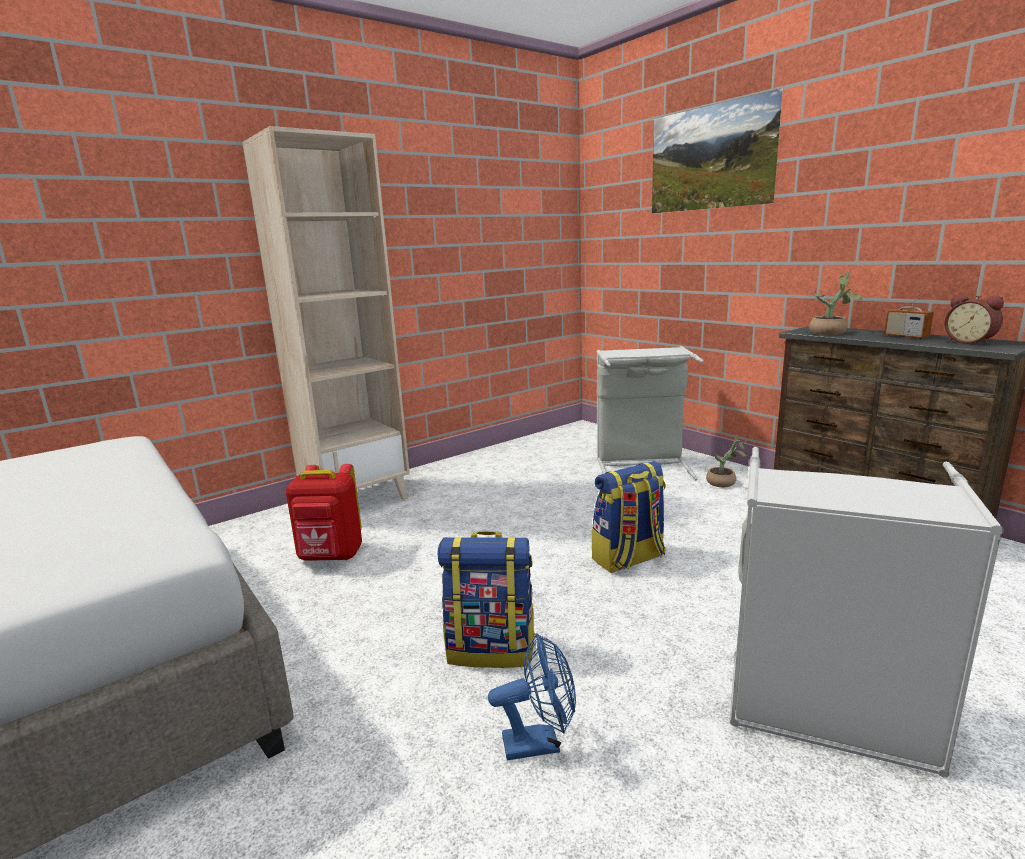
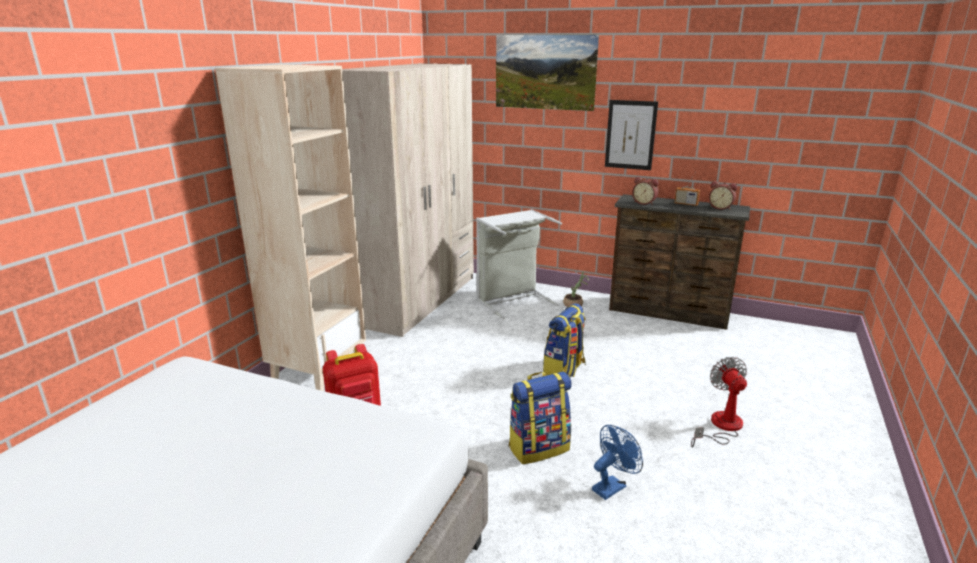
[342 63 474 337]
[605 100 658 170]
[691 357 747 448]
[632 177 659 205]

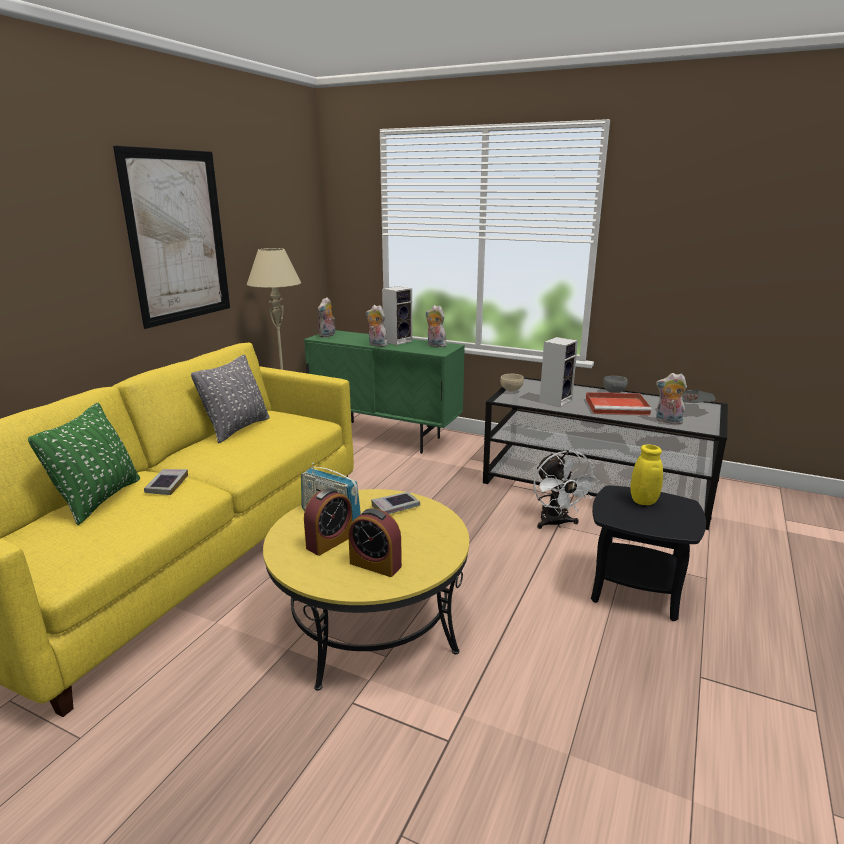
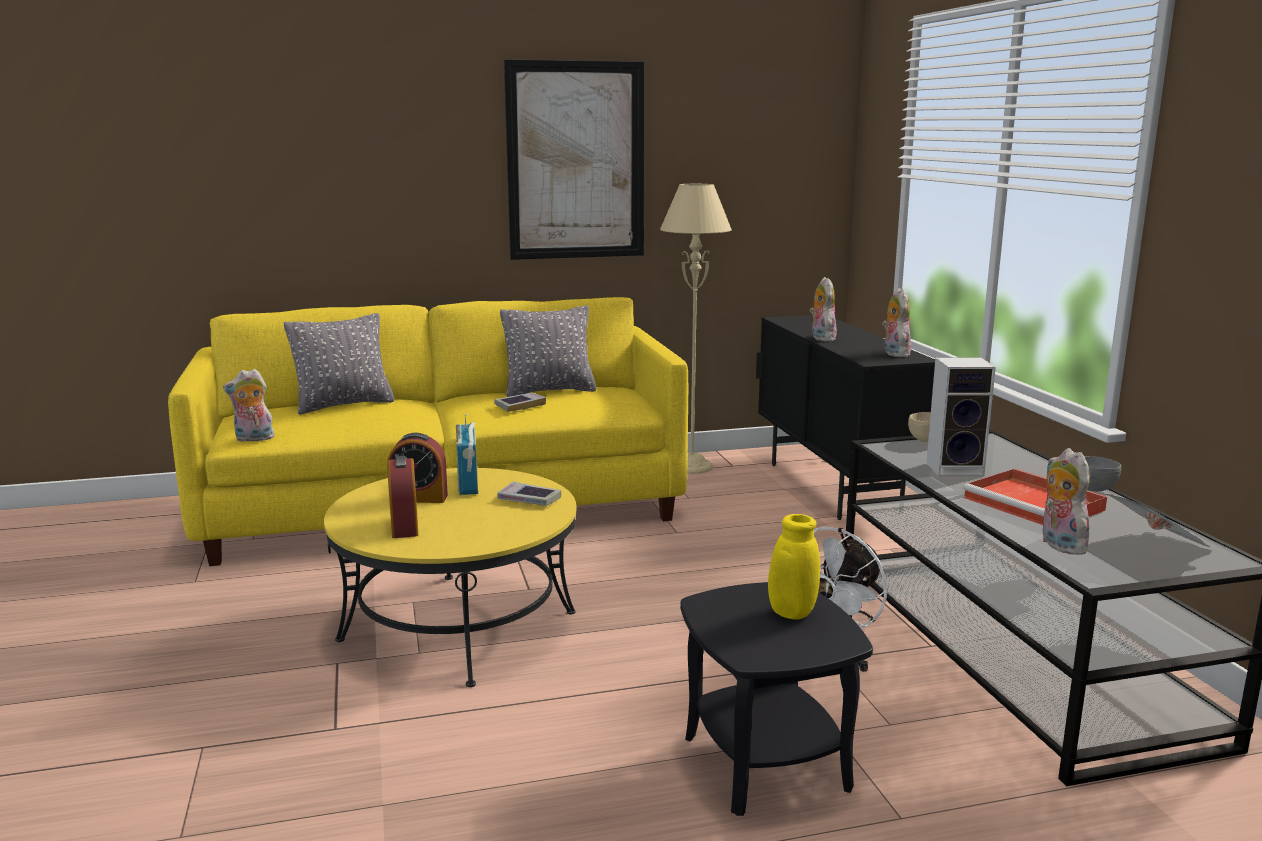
[382 286 412 345] (first image)
[494 392 546 412]
[223 369 276 442]
[284 313 395 415]
[756 315 935 520]

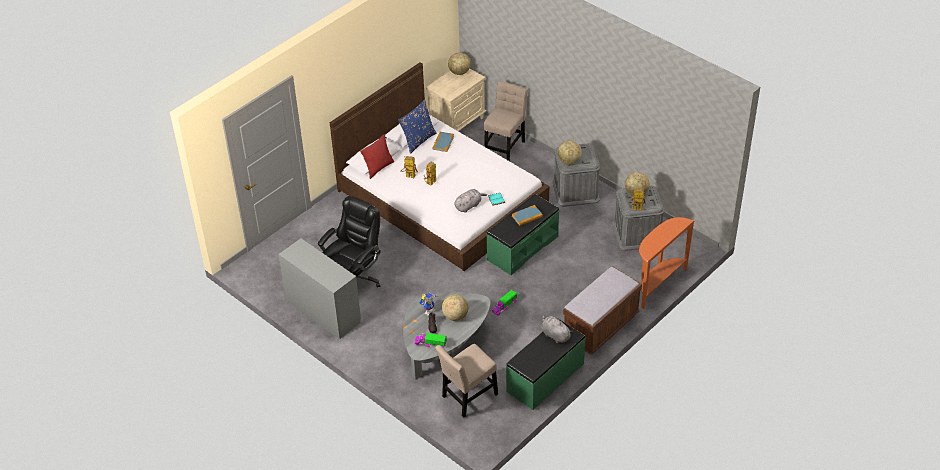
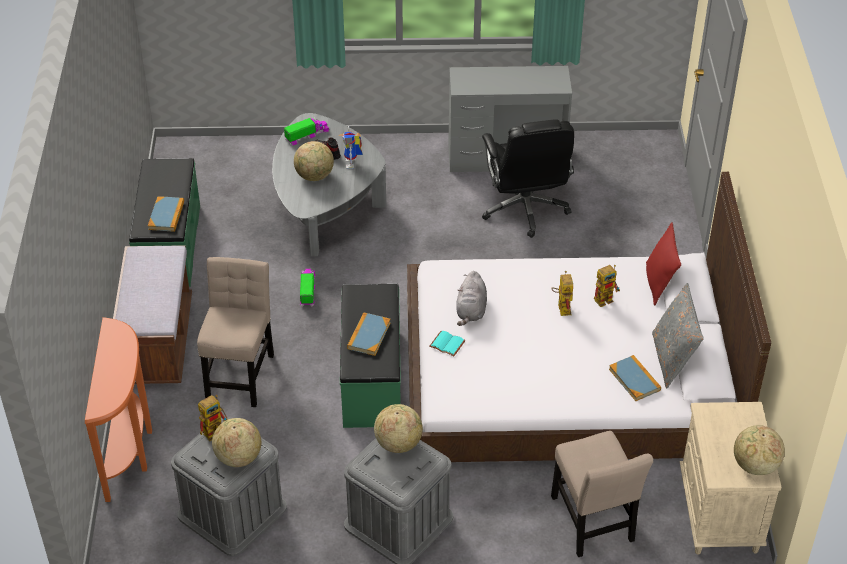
[197 257 274 407]
[148 196 184 232]
[652 283 704 389]

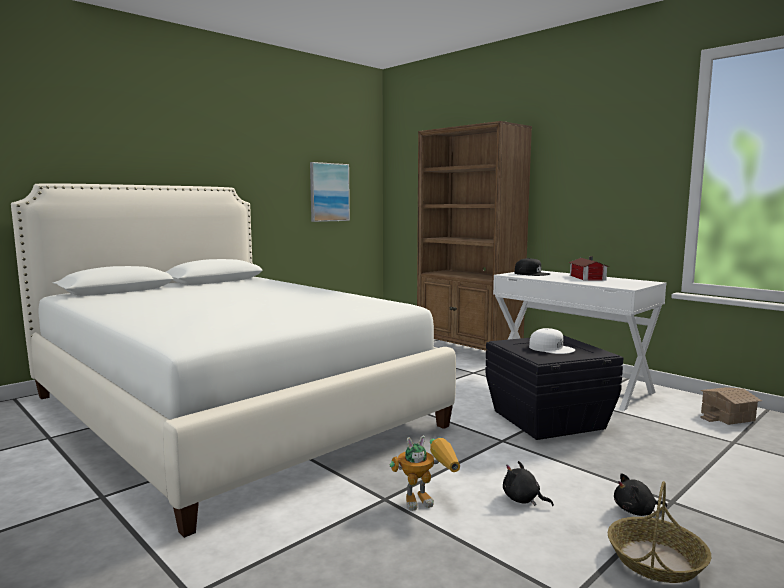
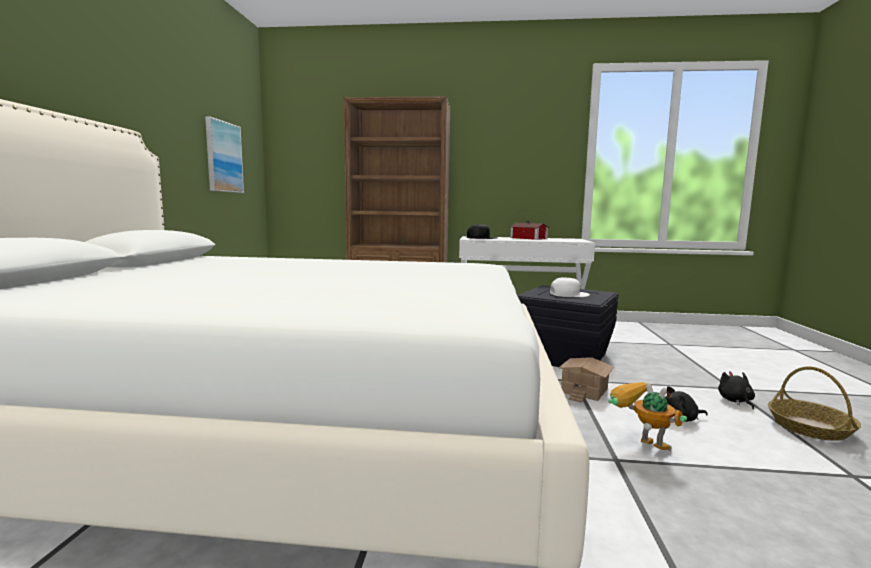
[559 357 615 403]
[608 382 687 451]
[718 371 755 409]

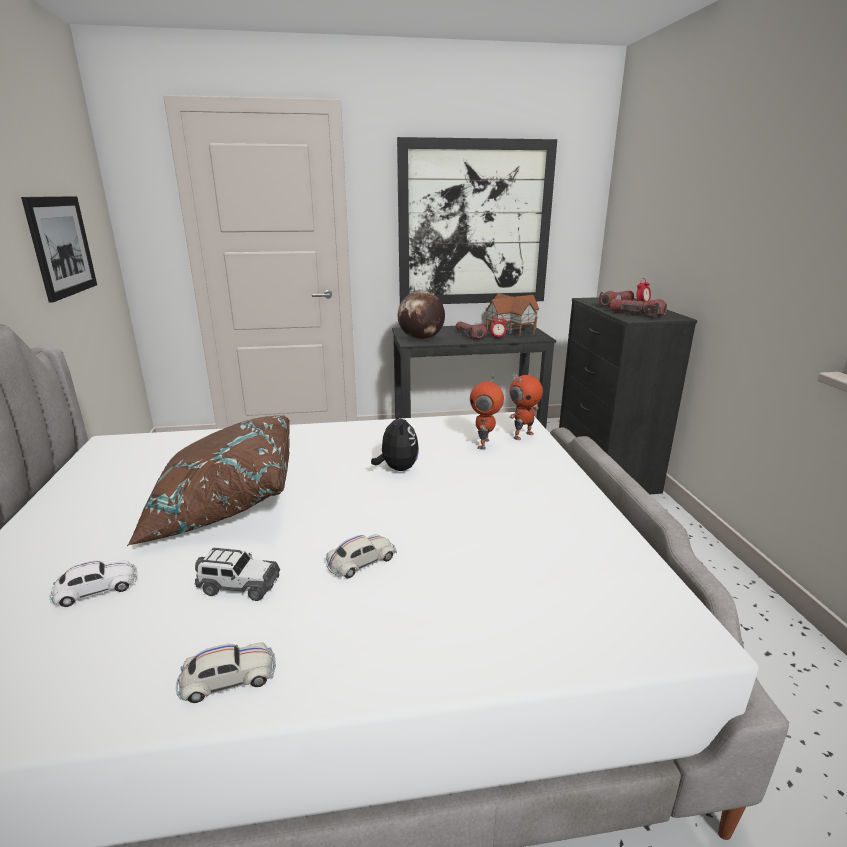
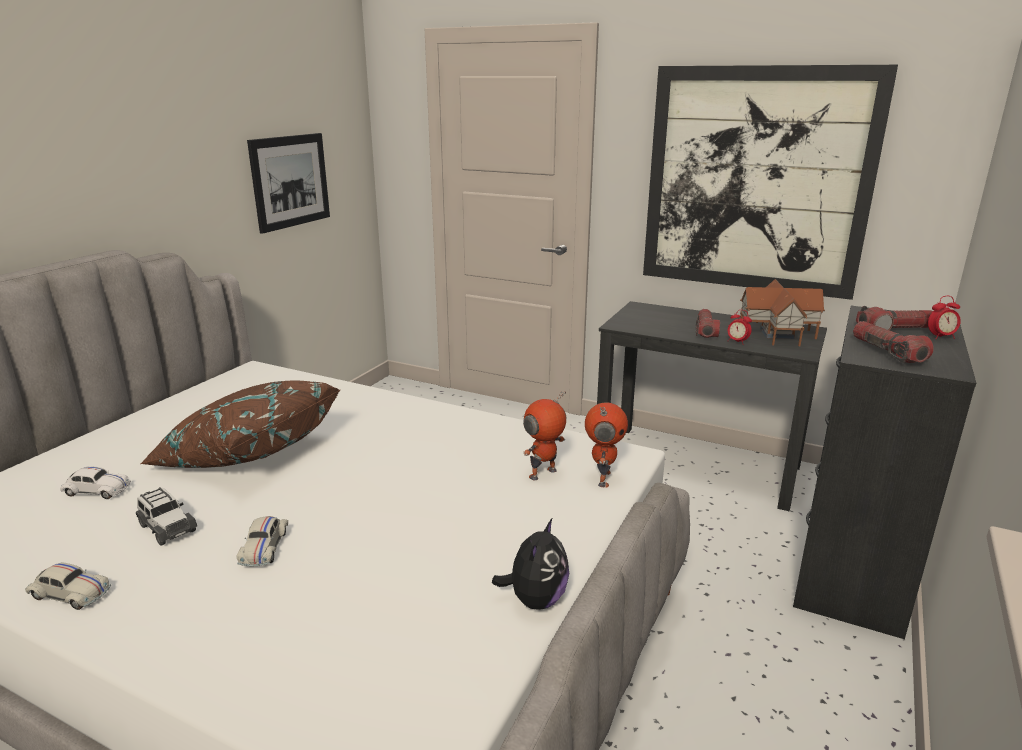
[398 291 445 340] (first image)
[492 519 569 610]
[236 516 289 567]
[585 403 628 488]

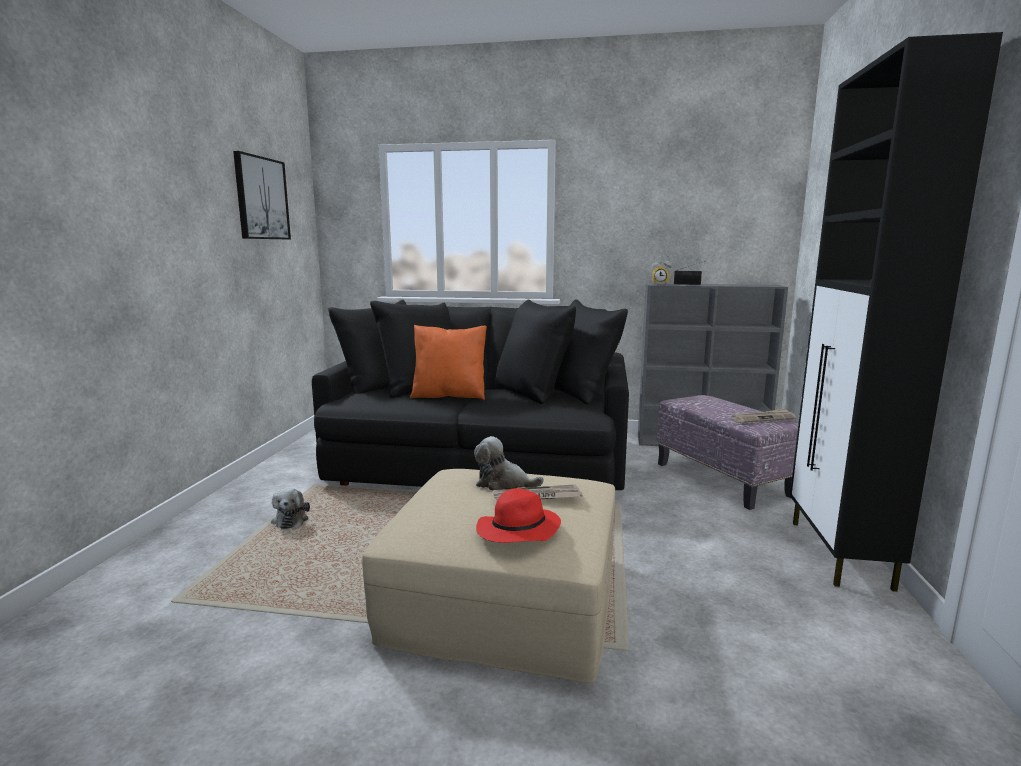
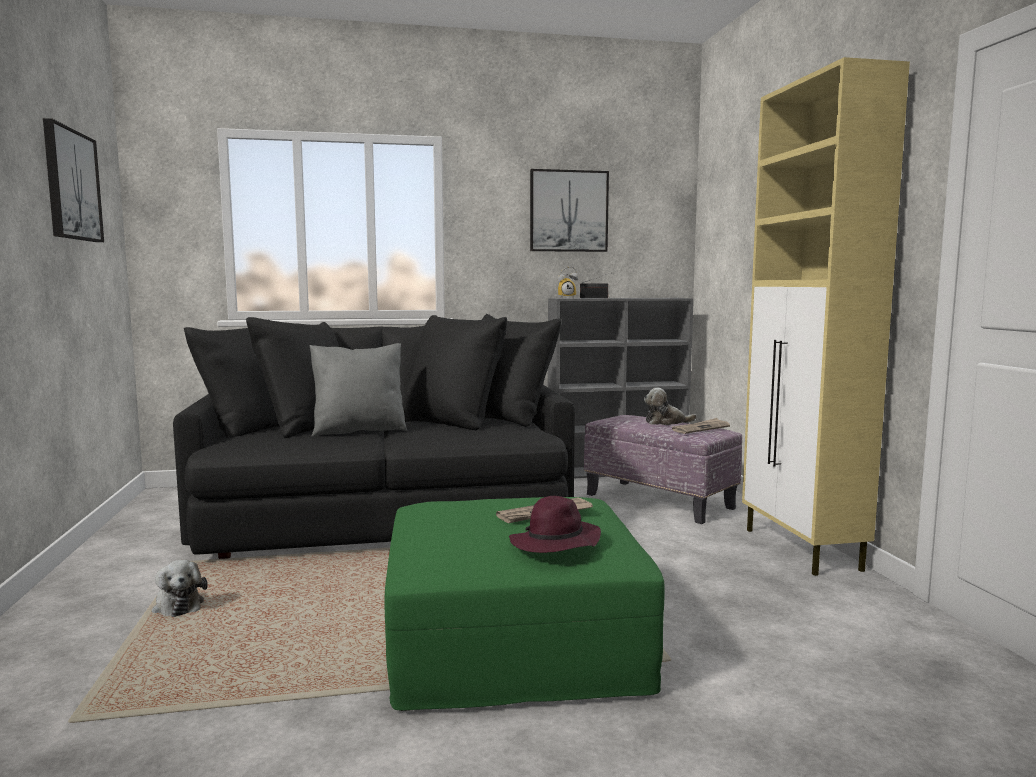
[530 169 609 252]
[644 388 697 425]
[385 497 665 711]
[310 343 407 437]
[509 496 601 553]
[742 57 910 576]

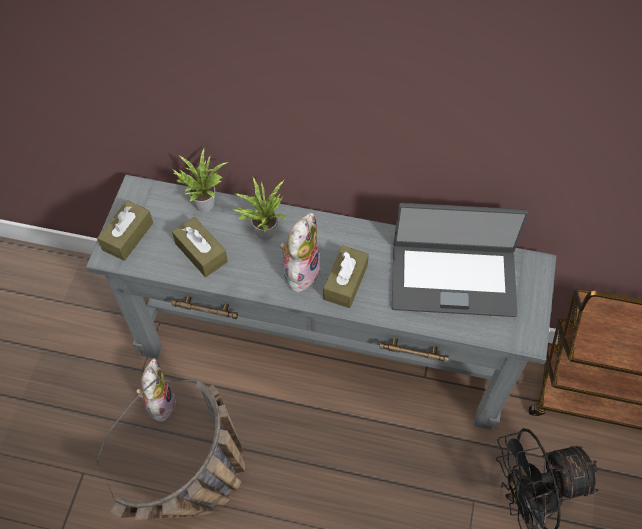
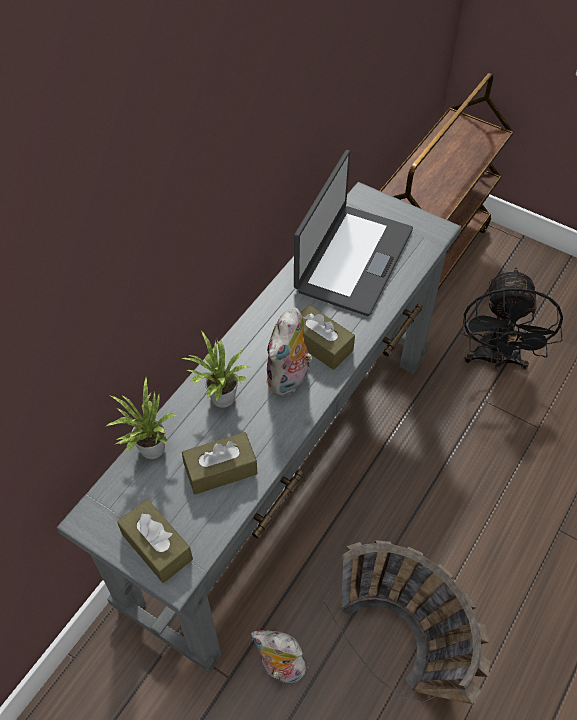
[266 308 312 396]

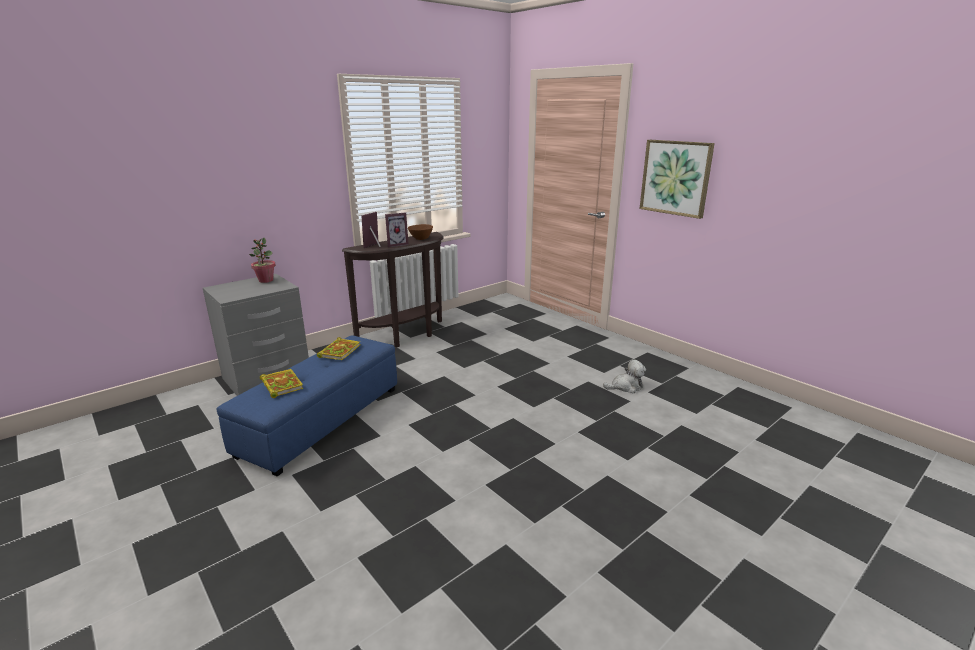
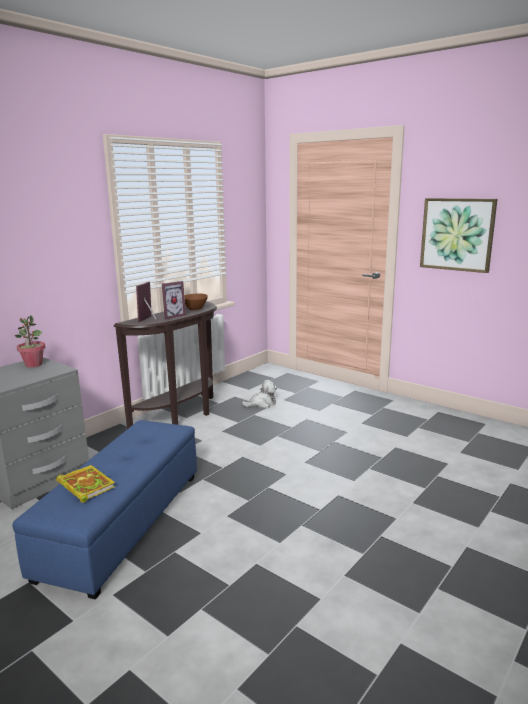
[317 337 361 360] (first image)
[242 380 277 408]

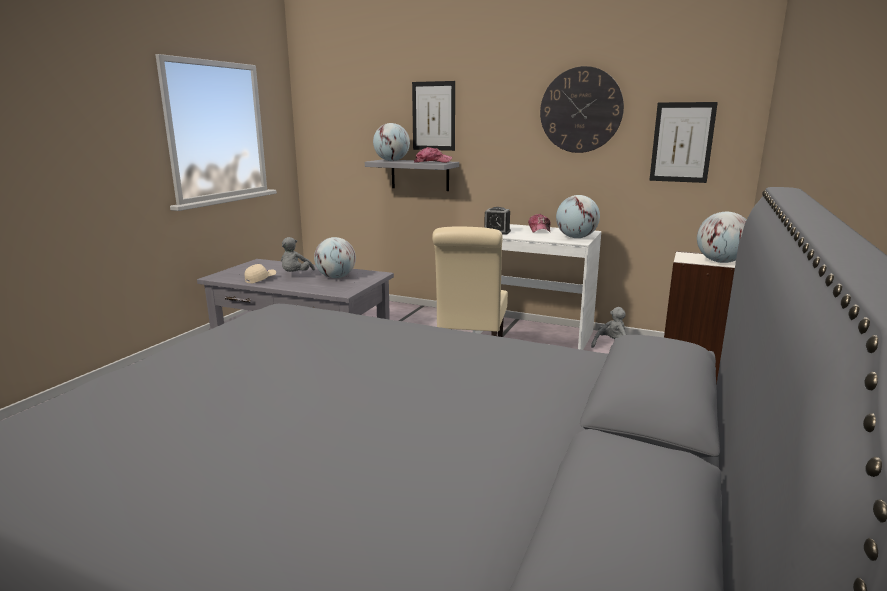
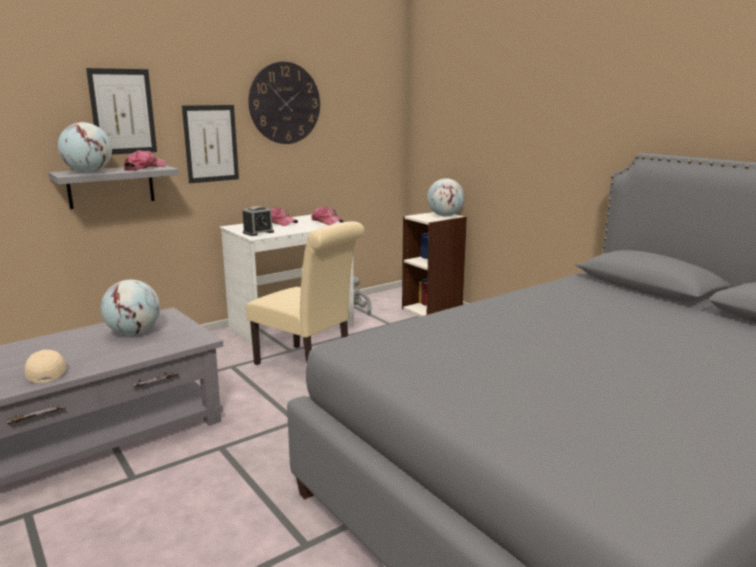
[281 237 315 272] (first image)
[182 105 239 183]
[311 206 344 225]

